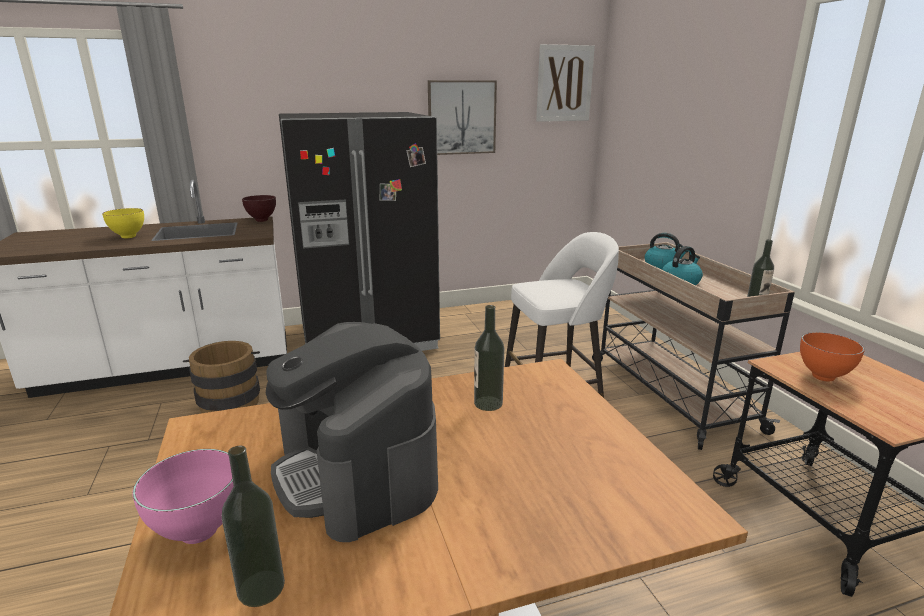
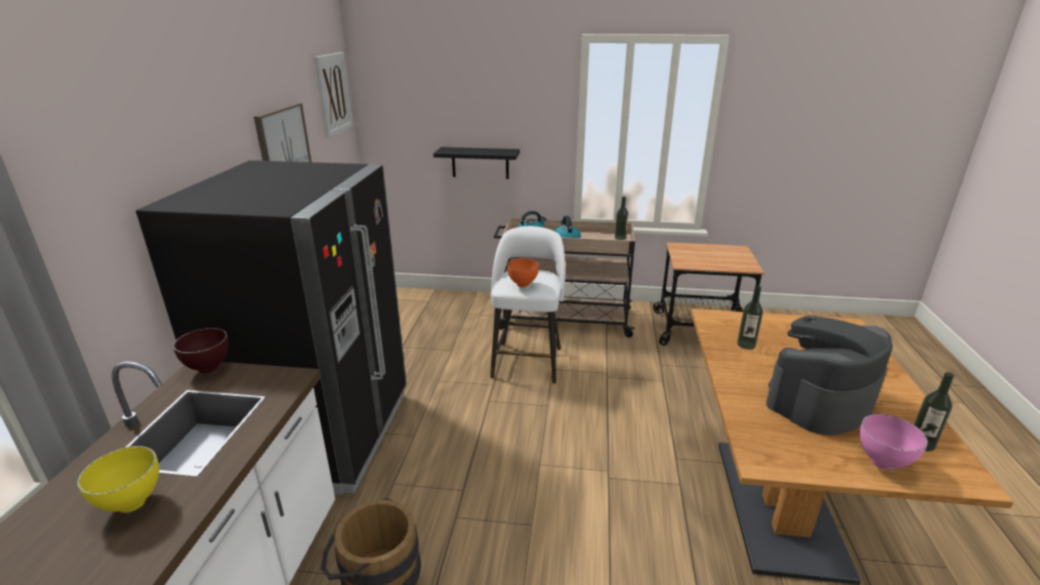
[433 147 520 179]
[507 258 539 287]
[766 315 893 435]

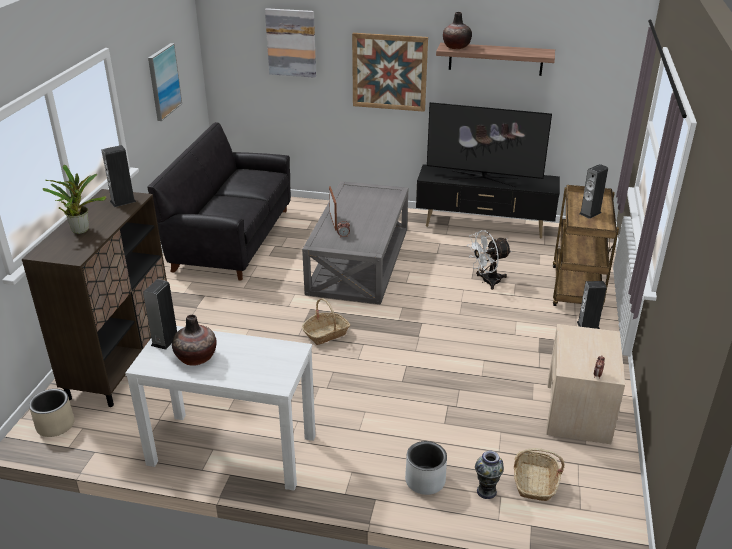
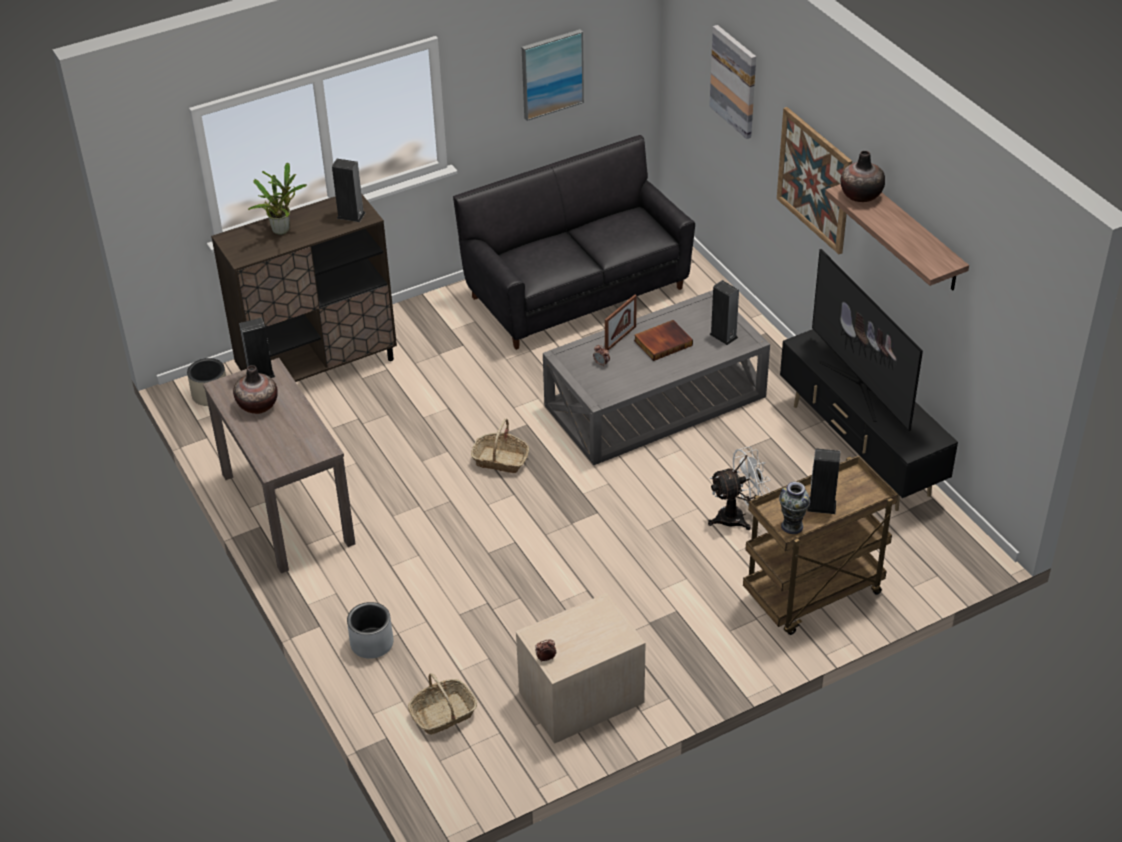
[634 320 693 361]
[779 482 810 534]
[709 280 739 345]
[203 358 355 573]
[708 447 770 530]

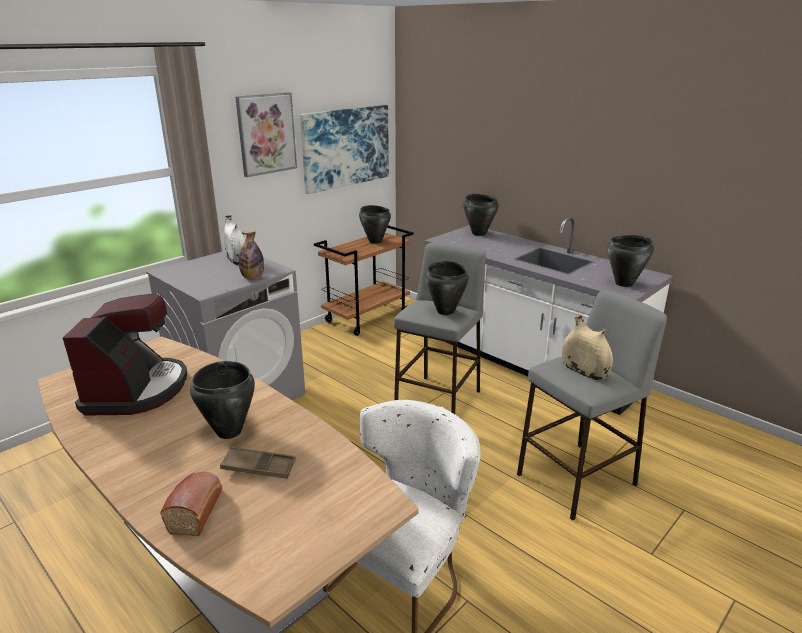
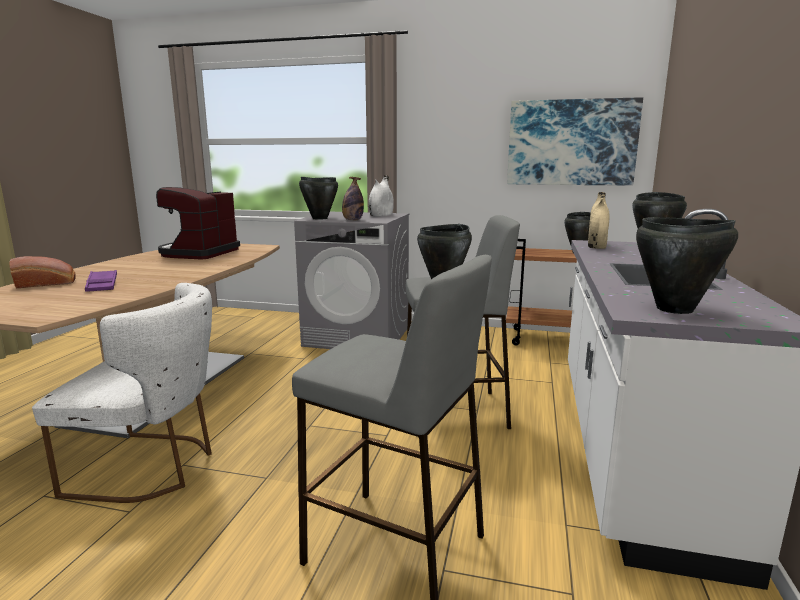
[236 93 297 177] (first image)
[299 177 338 220]
[588 192 610 249]
[85 270 117 292]
[156 187 240 260]

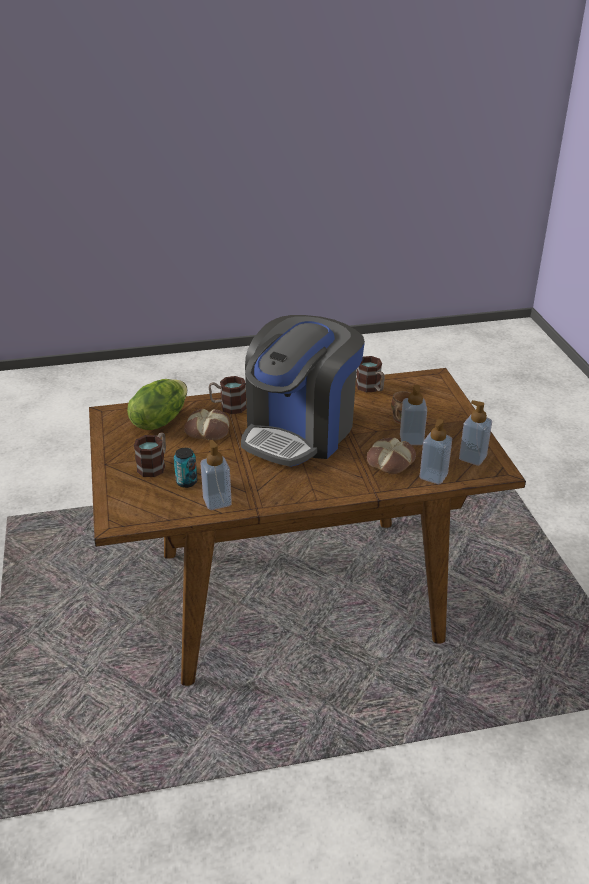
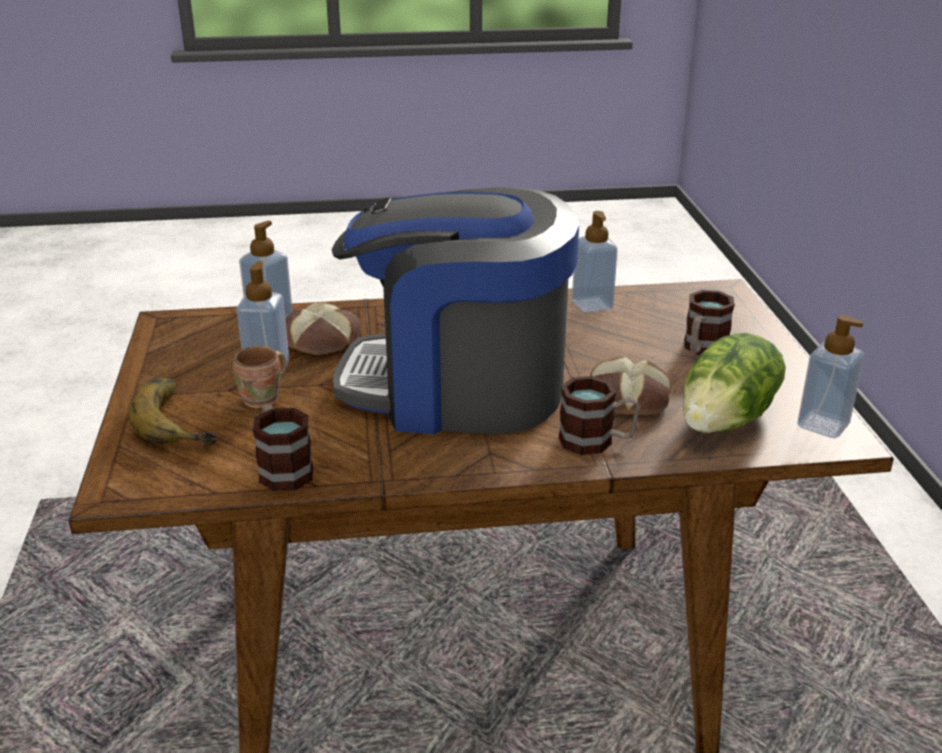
[174 448 197 488] (first image)
[129 378 218 447]
[797 315 864 438]
[332 187 579 434]

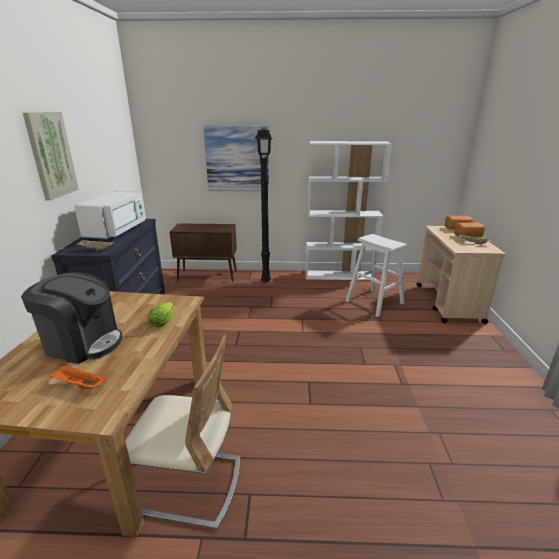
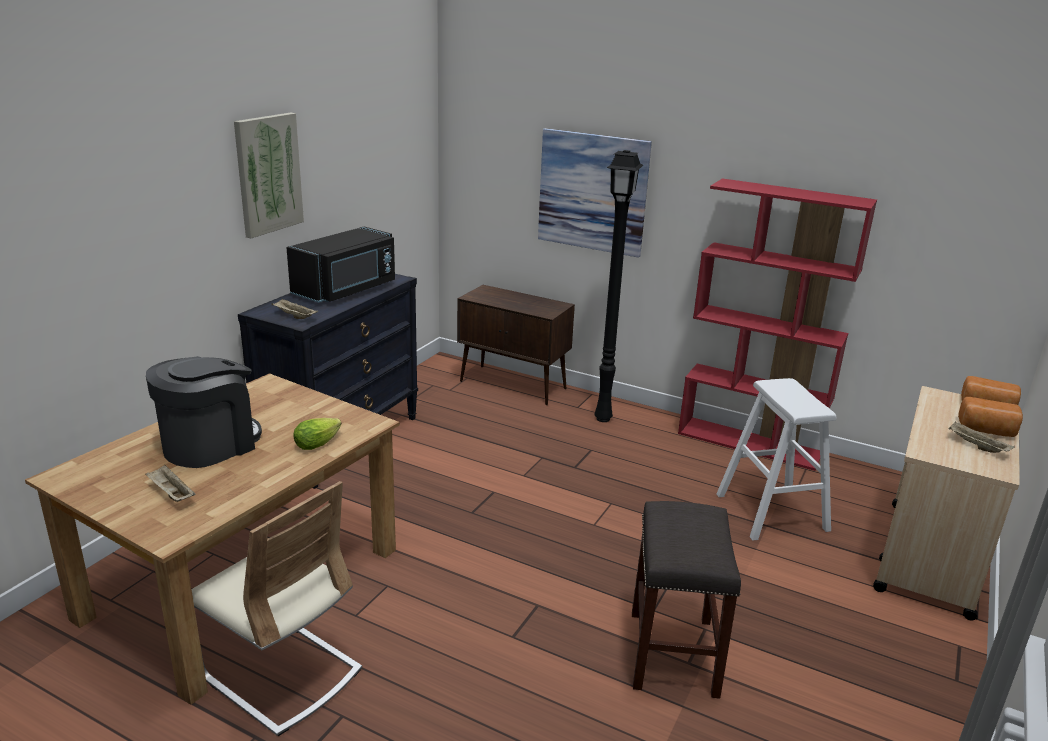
[632 501 741 699]
[145 465 196 502]
[286 227 395 303]
[678 178 877 471]
[146 356 262 468]

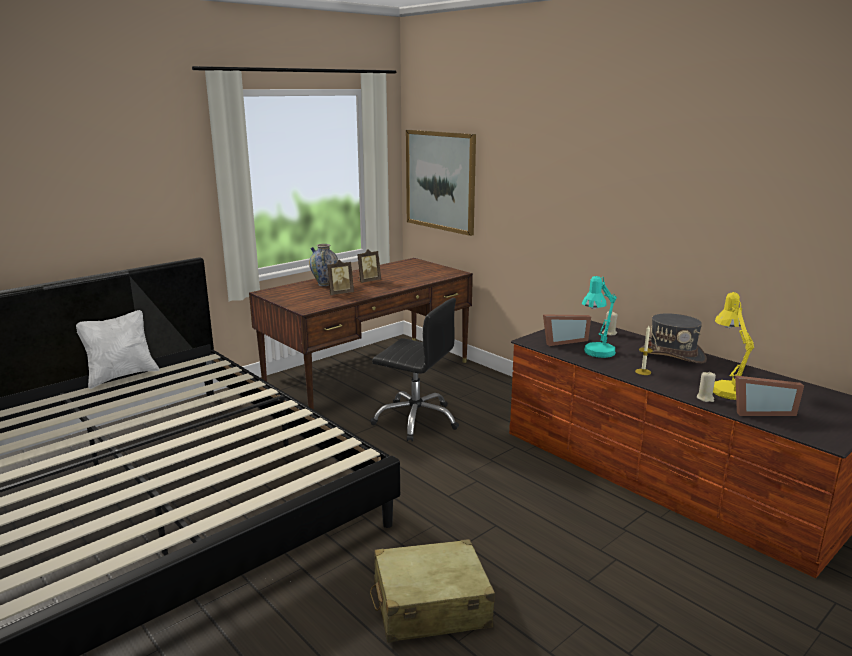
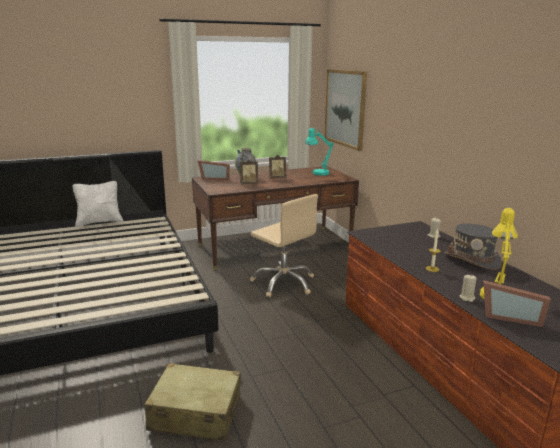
[197 160 230 180]
[305 128 334 176]
[250 194 318 297]

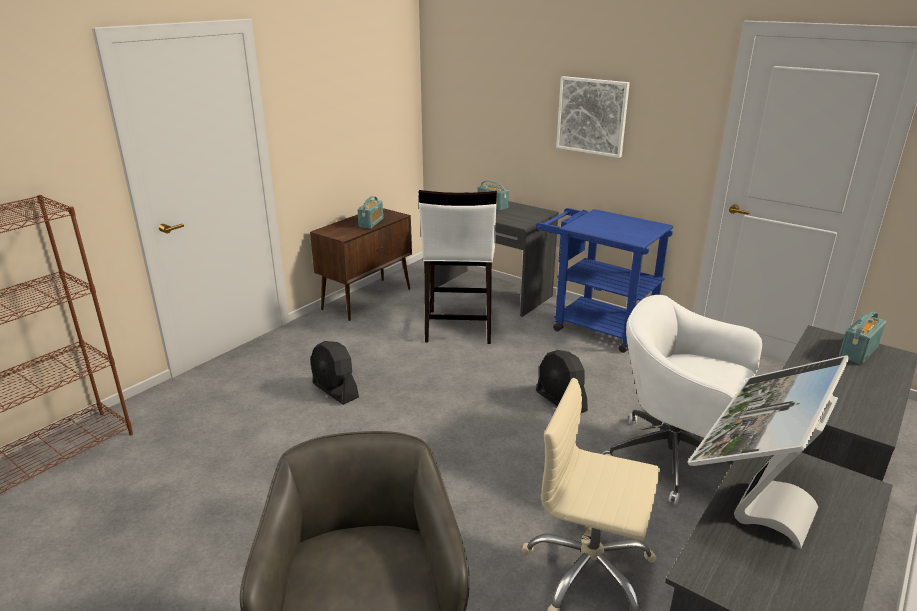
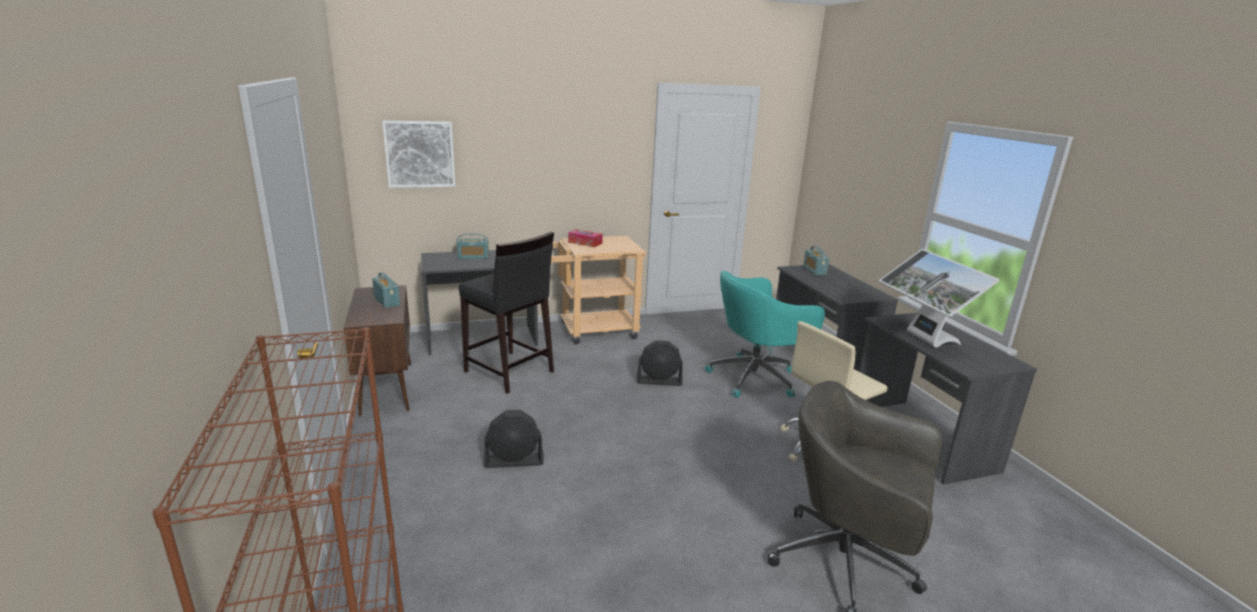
[568 229 603 247]
[382 121 455 188]
[459 232 554 394]
[551 236 646 345]
[705 271 825 398]

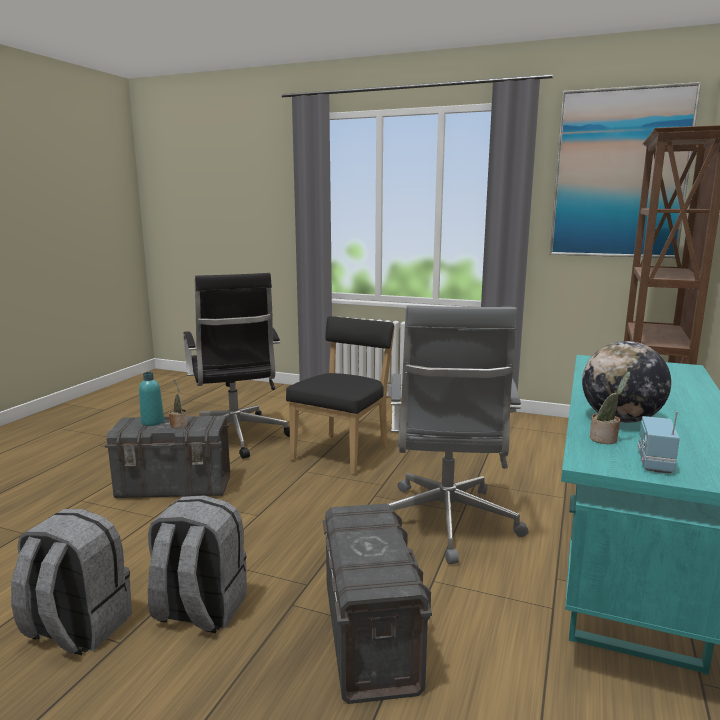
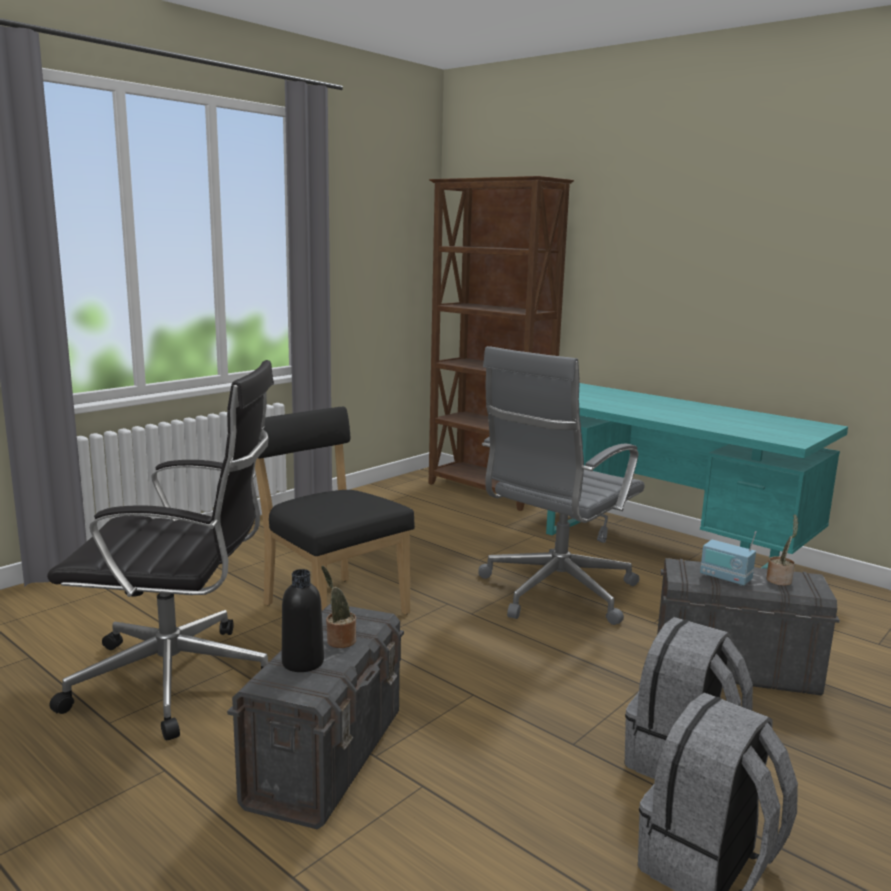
[550 82 701 258] (first image)
[582 341 671 423] (first image)
[766 514 799 586]
[700 531 756 586]
[282 569 324 672]
[478 346 645 625]

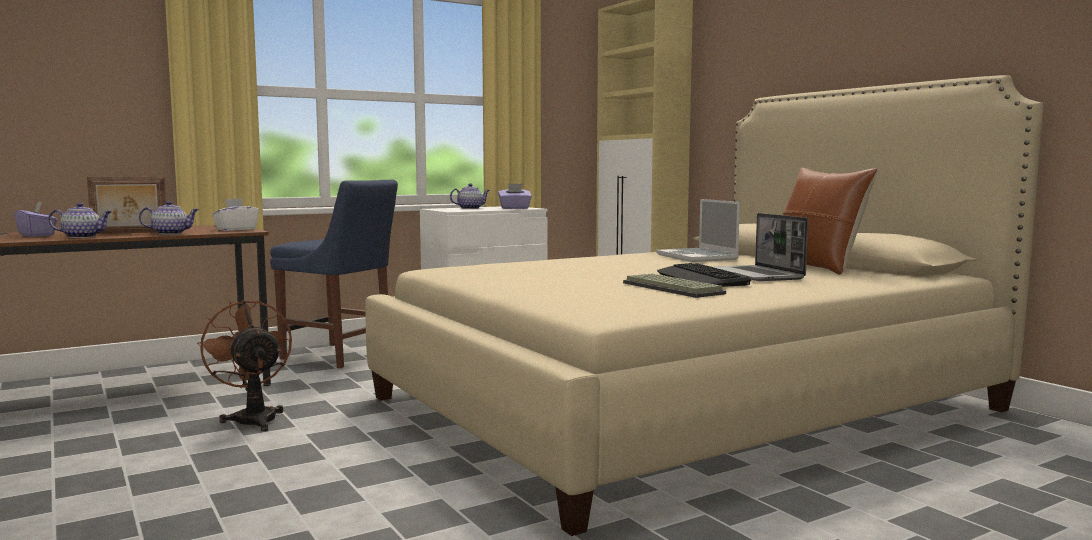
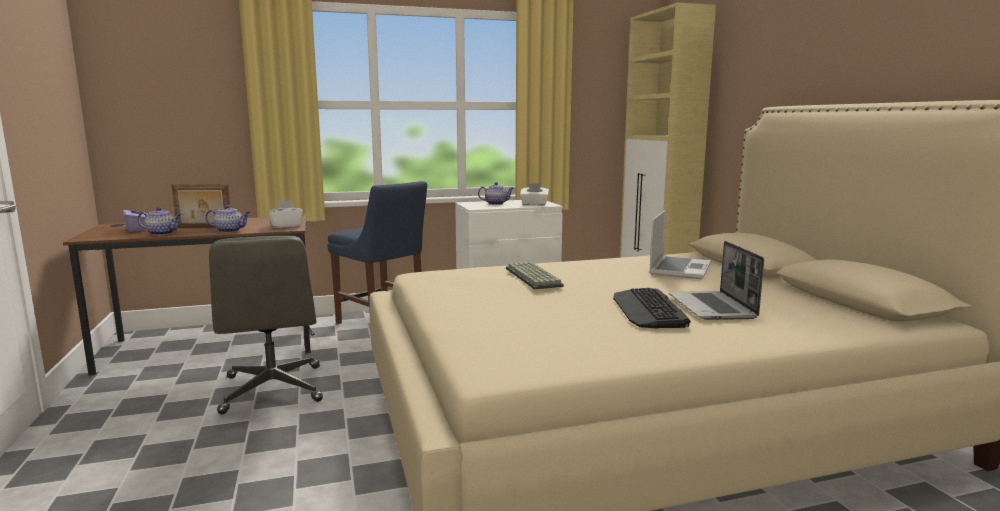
[783 168 877 275] (first image)
[506 262 564 289]
[209 236 323 414]
[520 183 549 206]
[649 210 711 279]

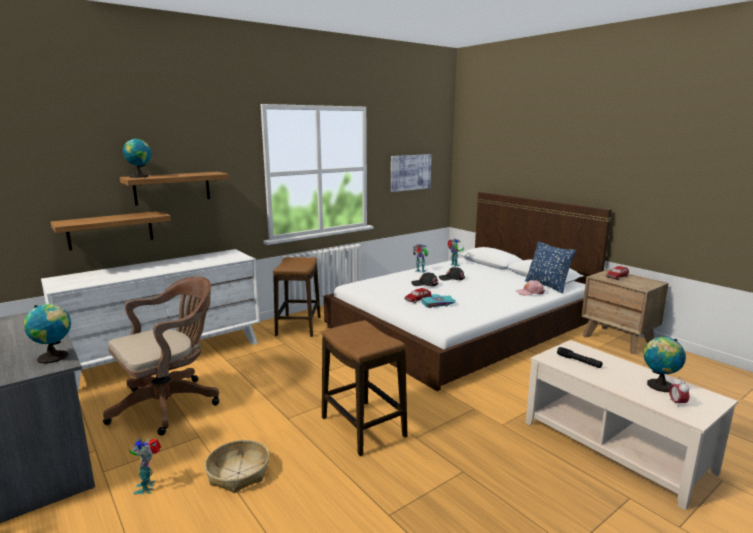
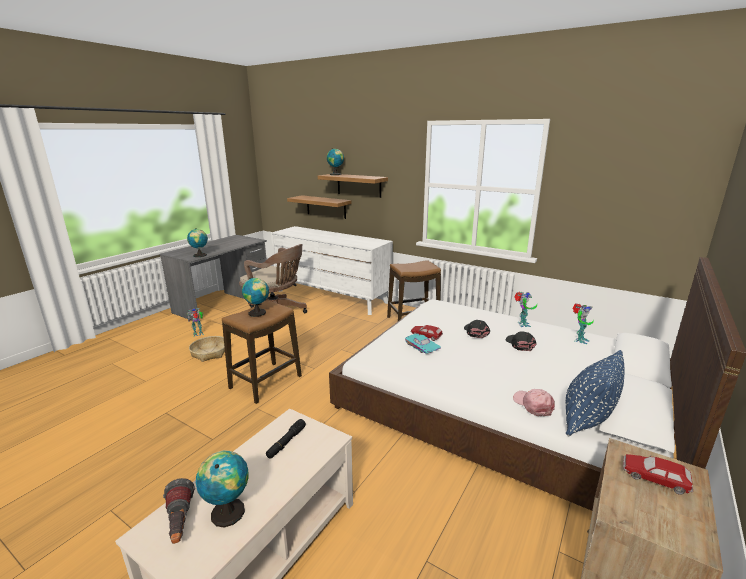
[391 154 431 192] (first image)
[242 277 269 317]
[163 478 195 544]

